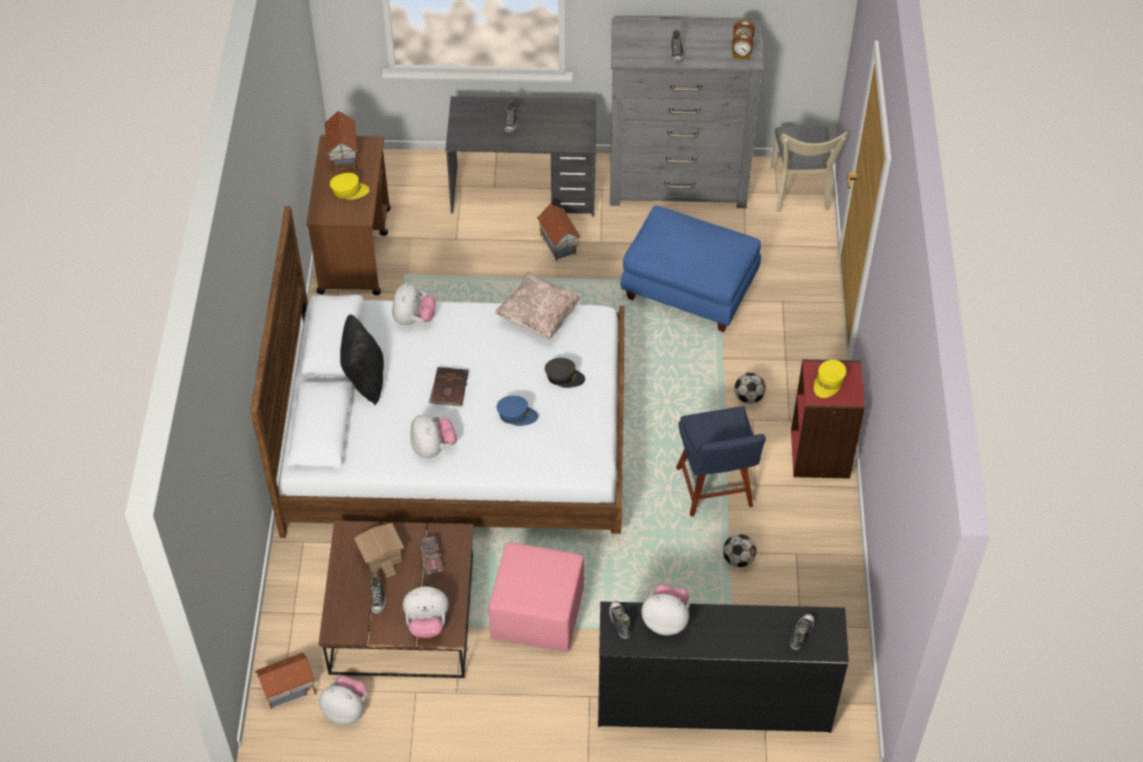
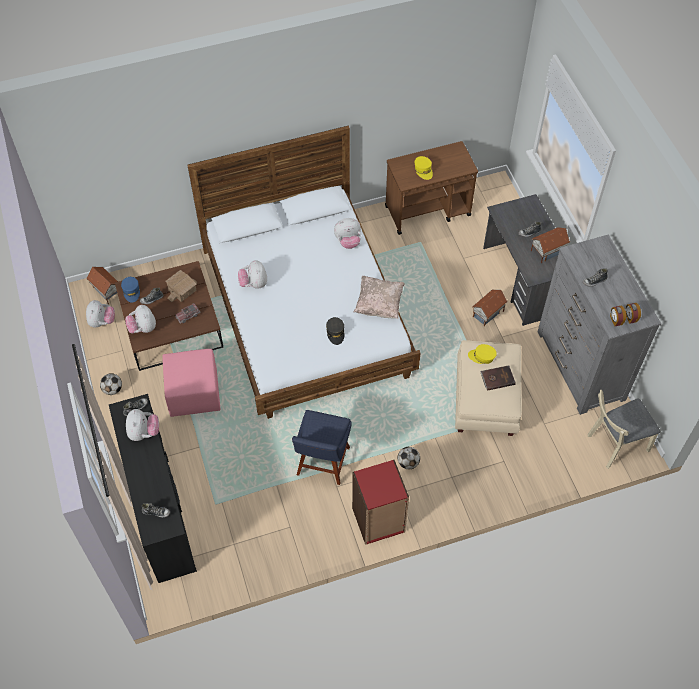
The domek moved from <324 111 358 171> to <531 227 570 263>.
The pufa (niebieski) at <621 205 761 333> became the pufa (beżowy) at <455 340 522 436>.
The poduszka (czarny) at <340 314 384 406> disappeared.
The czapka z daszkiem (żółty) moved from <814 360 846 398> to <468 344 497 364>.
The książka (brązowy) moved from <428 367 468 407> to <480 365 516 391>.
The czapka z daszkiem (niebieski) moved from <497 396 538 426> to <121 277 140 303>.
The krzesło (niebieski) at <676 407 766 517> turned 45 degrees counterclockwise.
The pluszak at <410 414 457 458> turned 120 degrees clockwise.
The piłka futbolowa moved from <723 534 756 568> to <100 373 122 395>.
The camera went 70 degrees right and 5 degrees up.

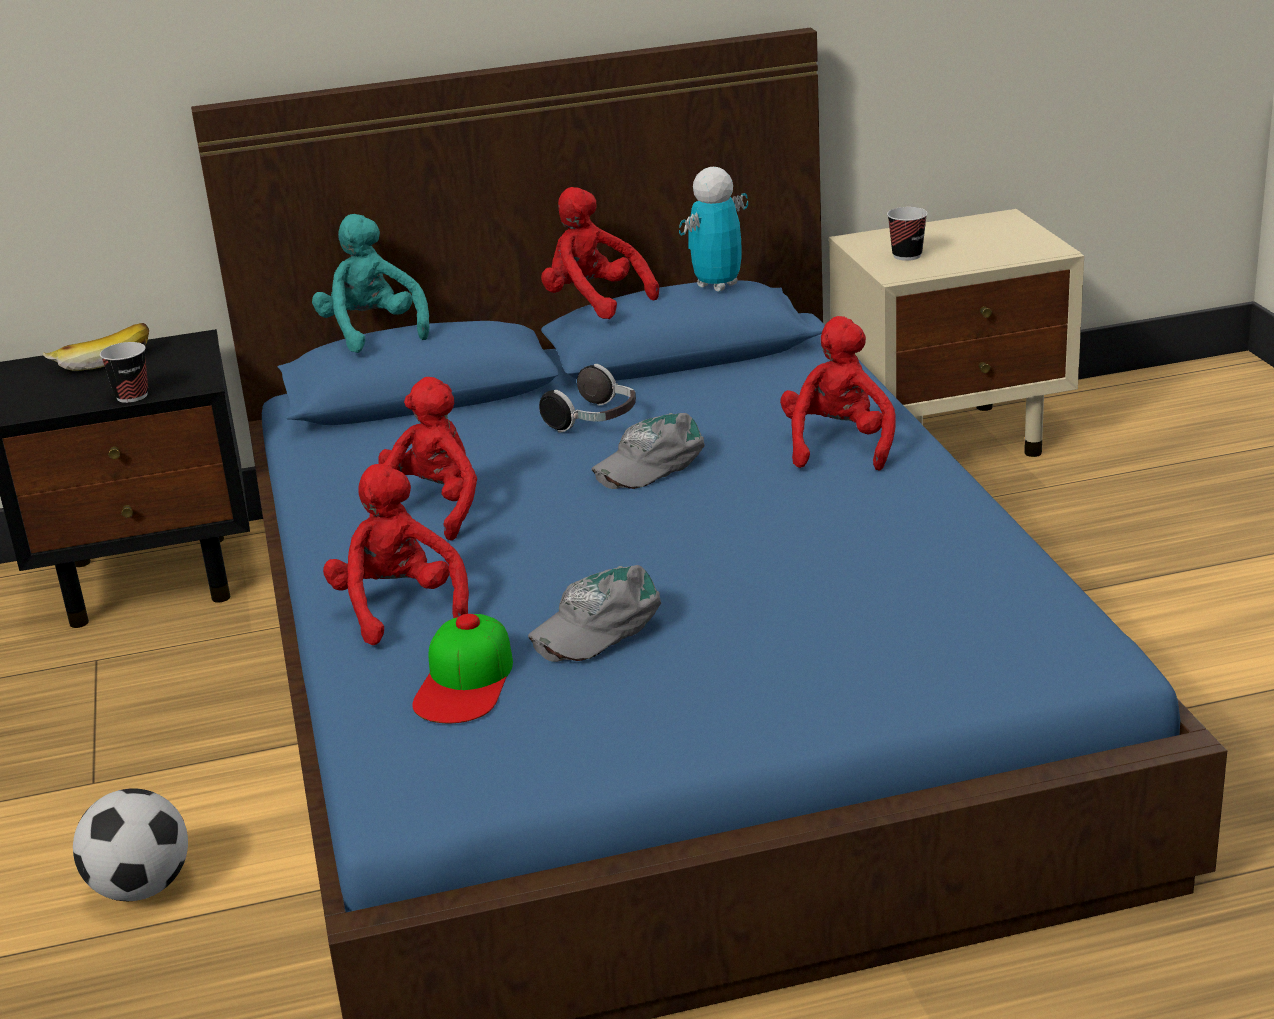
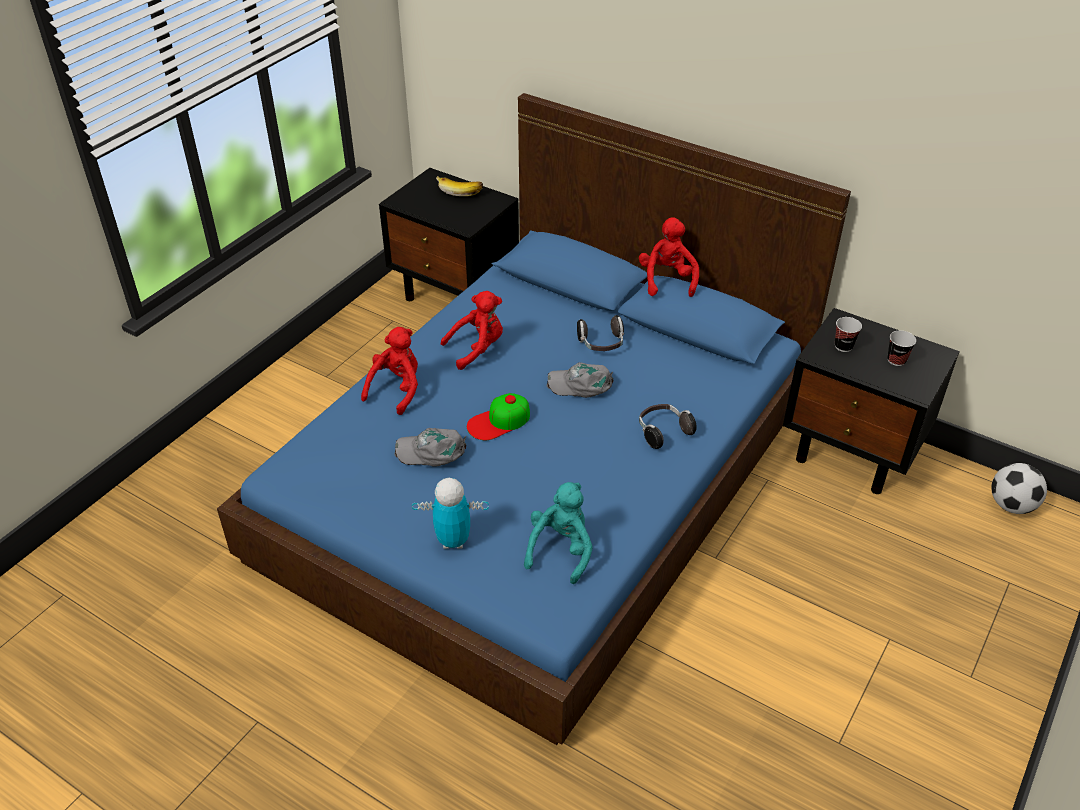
The robot zabawkowy moved from <679 167 748 292> to <412 478 489 549>.
The szafka nocna (beżowy) at <829 209 1084 457> became the szafka nocna (czarny) at <783 308 960 494>.
The pluszak (turkusowy) moved from <312 214 429 353> to <524 482 593 584>.
The pluszak (czerwony) at <780 316 896 471> was replaced by the słuchawki at <639 404 697 449>.
The filiżanka moved from <100 342 148 403> to <887 330 916 366>.
The czapka z daszkiem moved from <412 614 513 723> to <467 393 530 440>.
The piłka futbolowa moved from <73 789 188 901> to <991 463 1047 514>.
The camera went 45 degrees right and 15 degrees up.

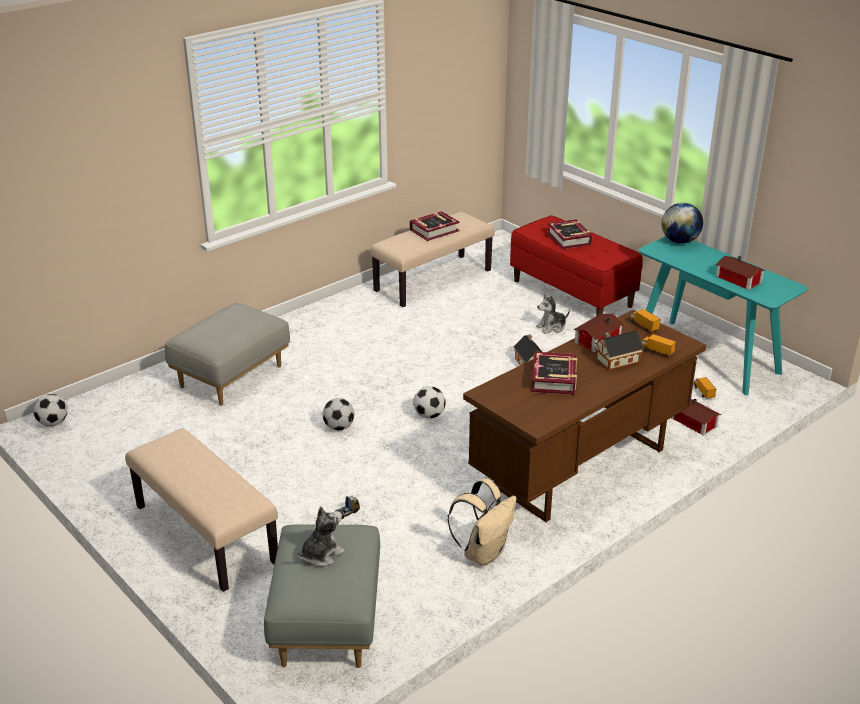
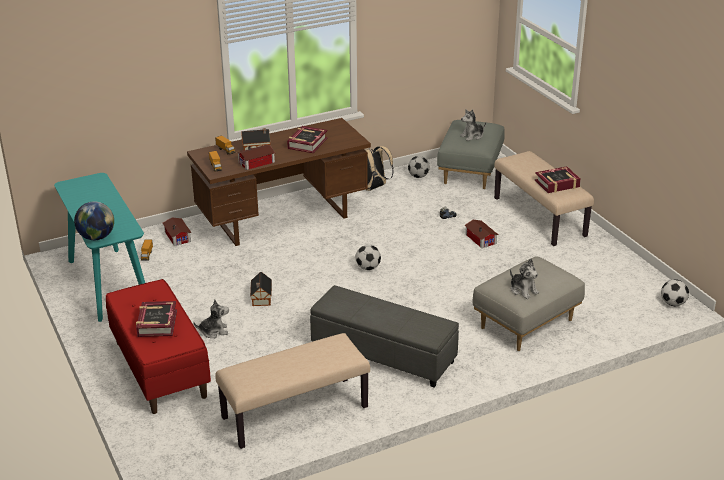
The książka moved from <410 211 460 241> to <534 166 581 193>.
The domek moved from <716 256 766 290> to <464 220 498 248>.
The piłka futbolowa moved from <323 398 354 431> to <408 156 430 178>.
The pluszak at <510 259 539 299> appeared.
The pufa (szary) at <310 285 459 387> appeared.
The camera went 165 degrees left and 0 degrees up.

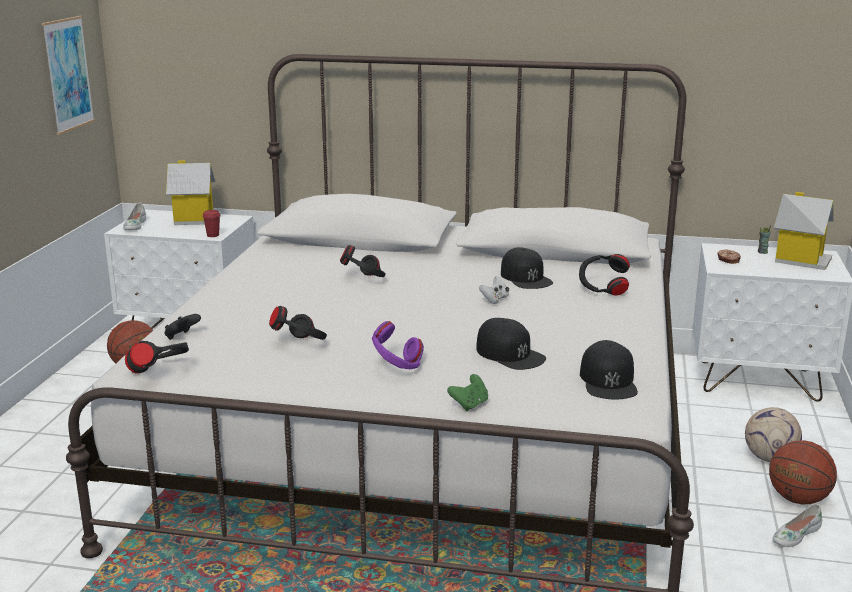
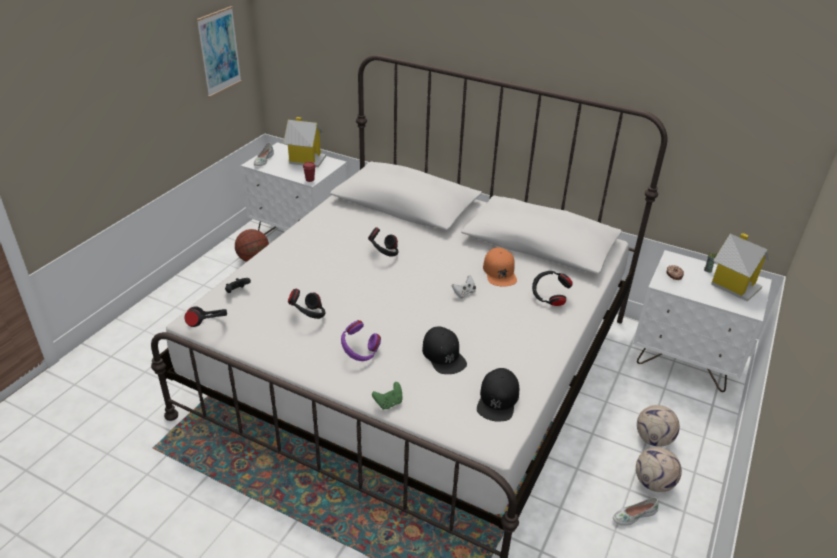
The czapka z daszkiem (czarny) at <501 247 553 289> became the czapka z daszkiem (pomarańczowy) at <483 247 517 287>.
The piłka do koszykówki at <769 440 837 505> was replaced by the piłka futbolowa at <636 447 682 492>.
The camera went 15 degrees right and 15 degrees up.

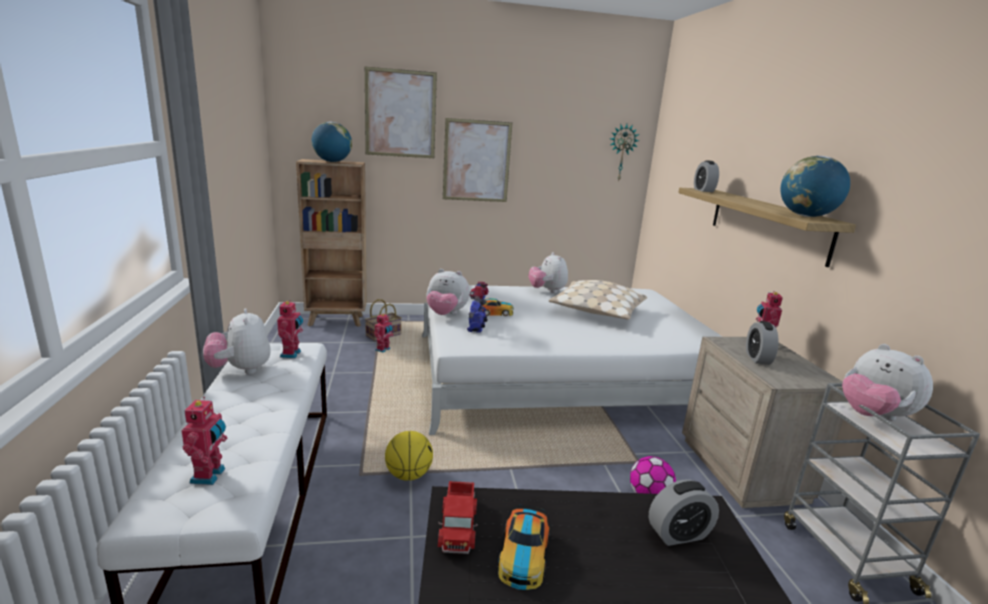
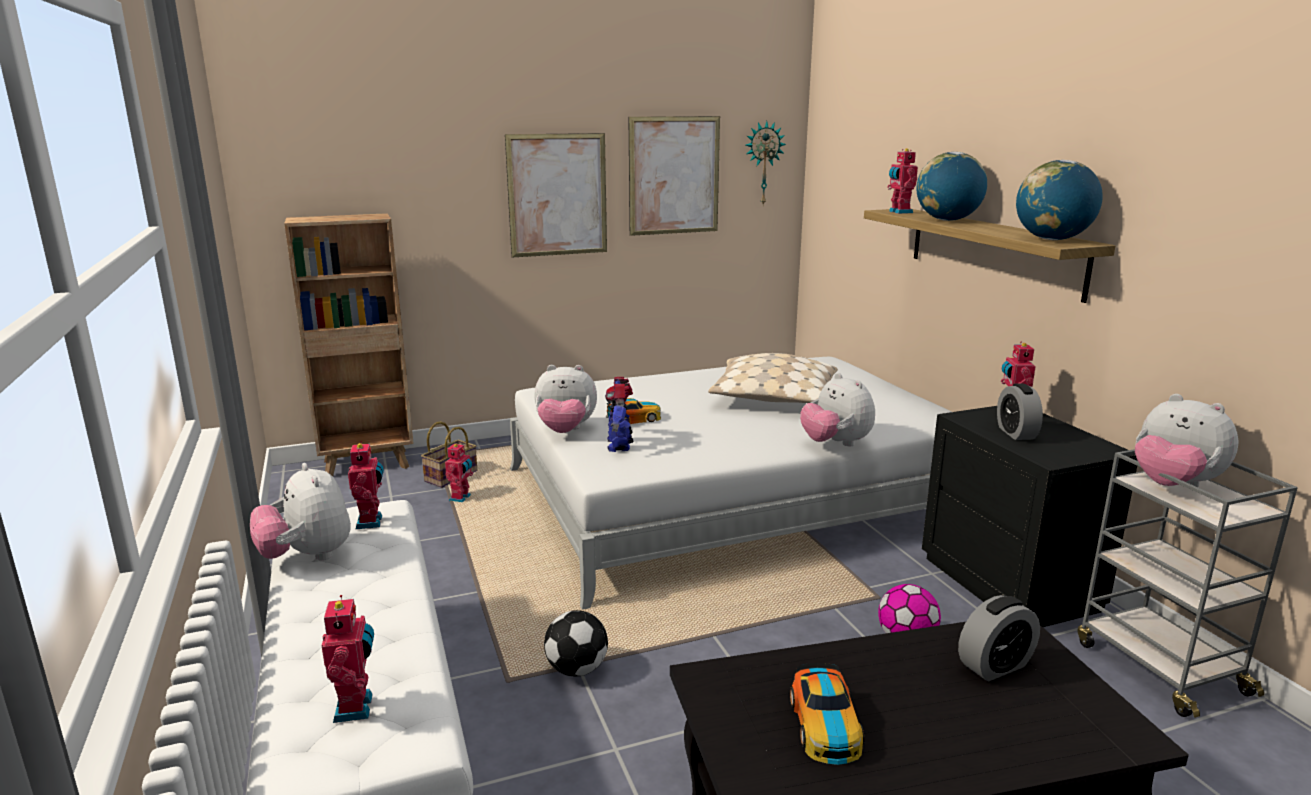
The obraz moved from <365 67 437 158> to <628 116 720 236>.
The globus moved from <312 122 352 162> to <916 152 987 221>.
The budzik at <694 160 719 192> was replaced by the robot zabawkowy at <887 148 918 214>.
The pluszak moved from <528 252 568 293> to <800 373 875 446>.
The szafka nocna (beżowy) at <682 337 848 508> became the szafka nocna (czarny) at <922 406 1138 627>.
The piłka do koszykówki at <385 431 433 481> was replaced by the piłka futbolowa at <544 610 608 676>.
The ciężarówka zabawkowa at <438 481 478 554> disappeared.
The camera went 10 degrees left and 0 degrees up.

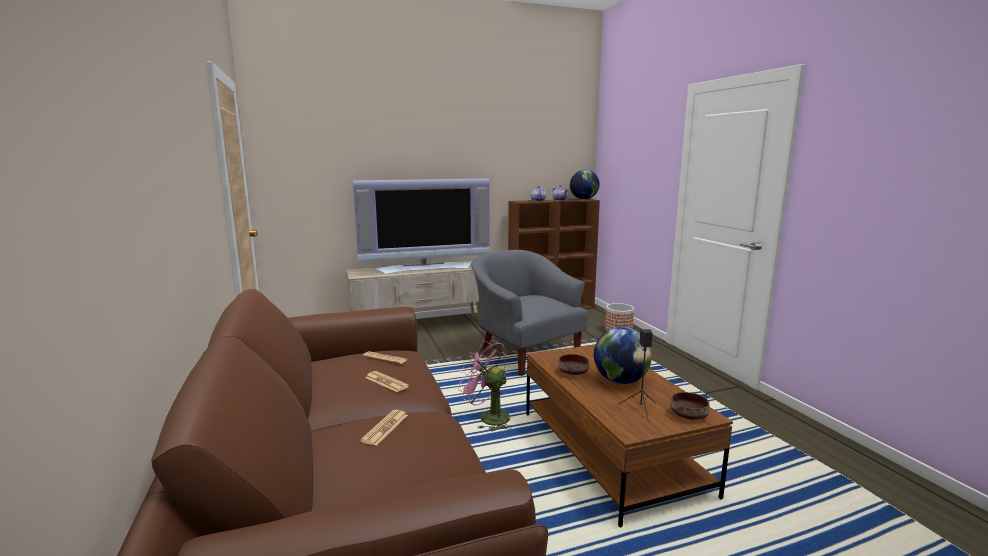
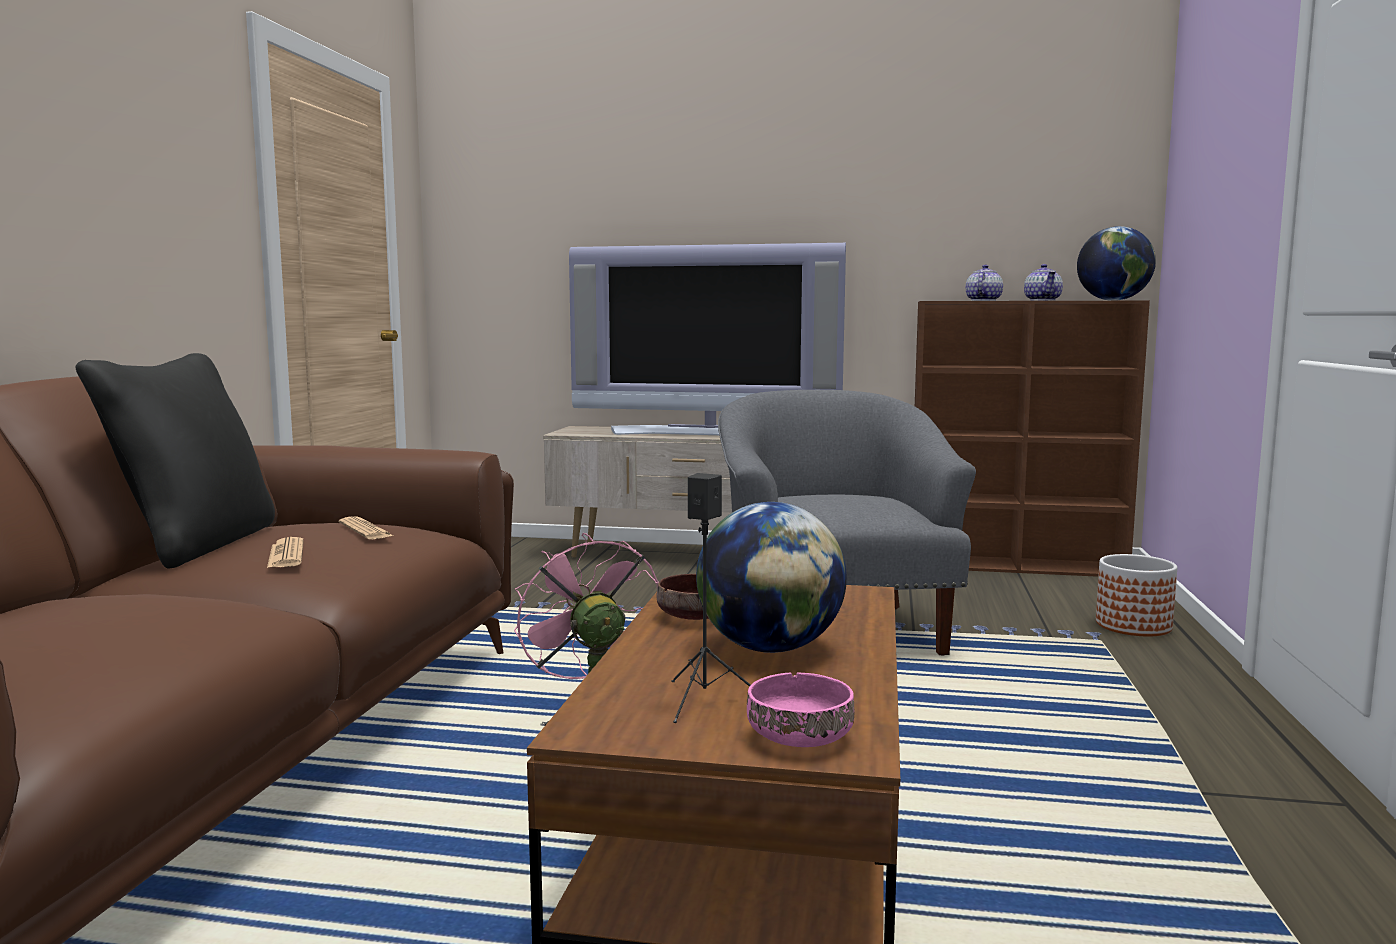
The miska (brązowy) at <670 392 709 420> became the miska (różowy) at <747 672 854 747>.
The gazeta at <360 410 408 446> disappeared.
The poduszka (czarny) at <76 353 275 569> appeared.
The camera went 30 degrees right and 5 degrees down.

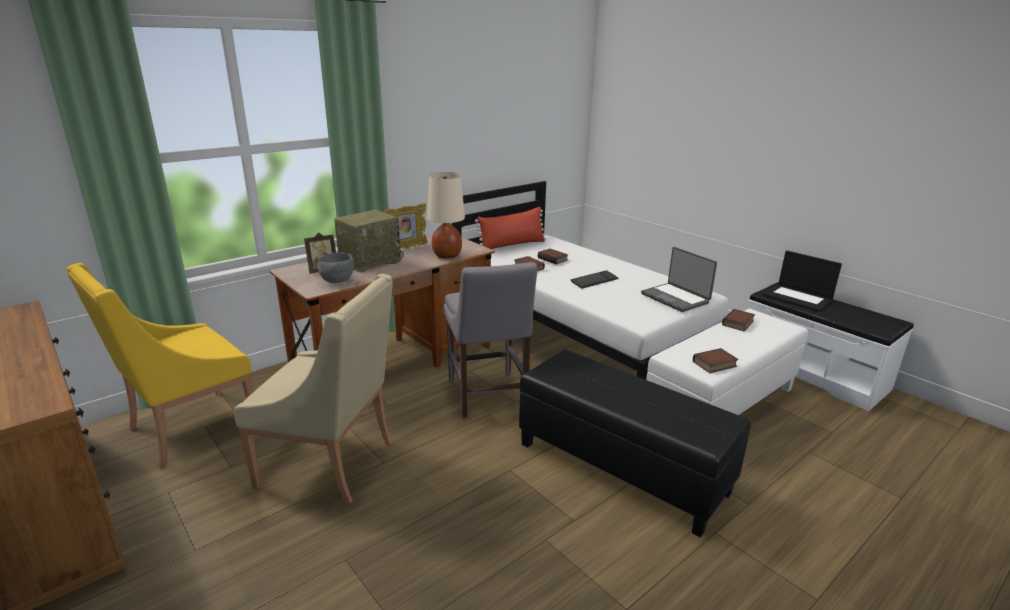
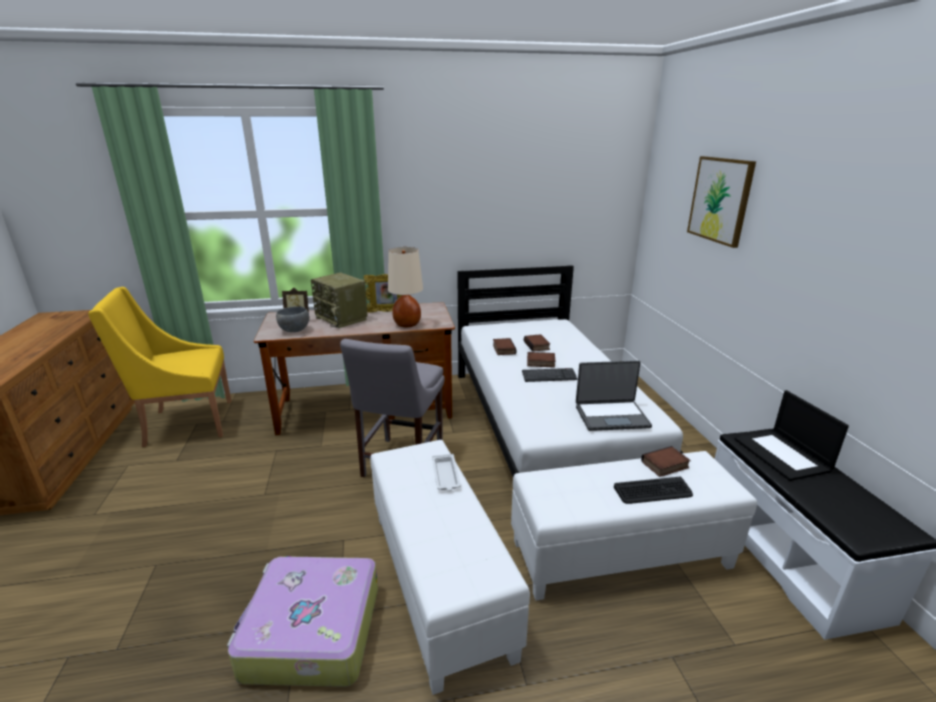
The poduszka (czerwony) at <475 207 546 249> disappeared.
The radio at <334 210 404 273> turned 60 degrees clockwise.
The laptop at <641 247 717 312> turned 90 degrees counterclockwise.
The fotel (beżowy) at <234 274 393 504> disappeared.
The książka moved from <693 348 738 373> to <527 352 556 368>.
The pufa (czarny) at <519 349 751 537> became the pufa (biały) at <370 440 530 695>.
The obraz at <687 156 756 248> appeared.
The taca (biały) at <432 454 461 491> appeared.
The klawiatura at <614 477 693 504> appeared.
The walizka at <227 556 378 687> appeared.
The camera went 30 degrees right and 0 degrees up.

